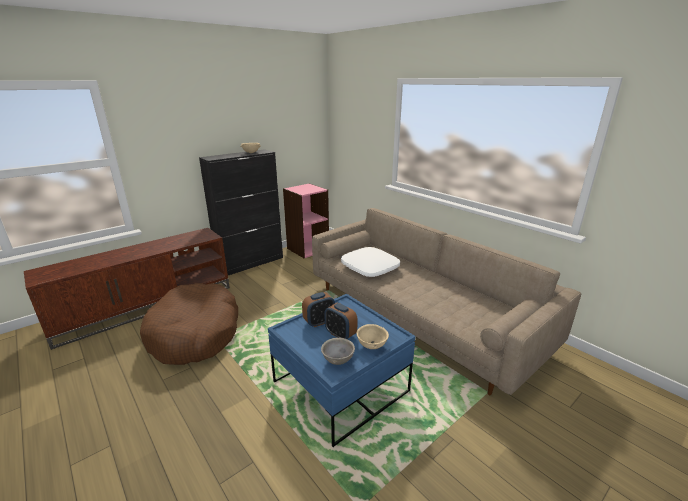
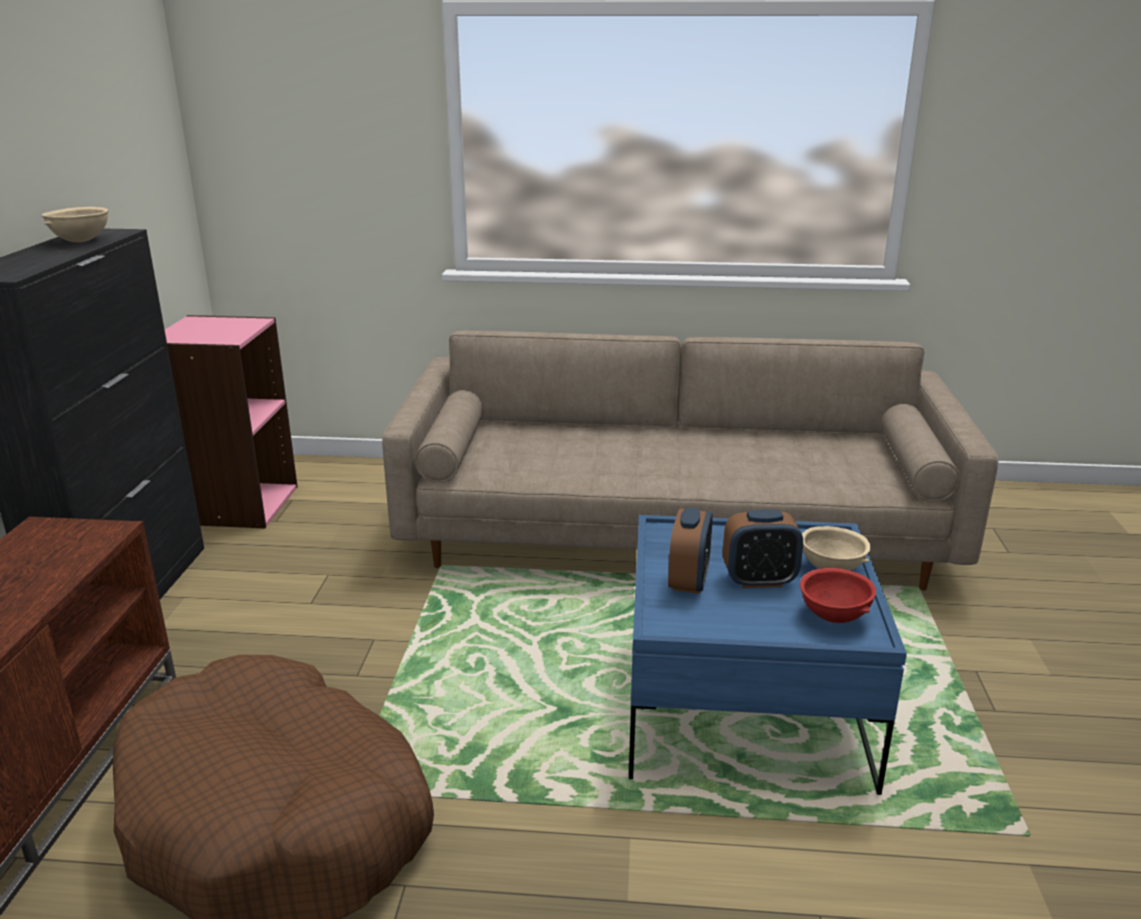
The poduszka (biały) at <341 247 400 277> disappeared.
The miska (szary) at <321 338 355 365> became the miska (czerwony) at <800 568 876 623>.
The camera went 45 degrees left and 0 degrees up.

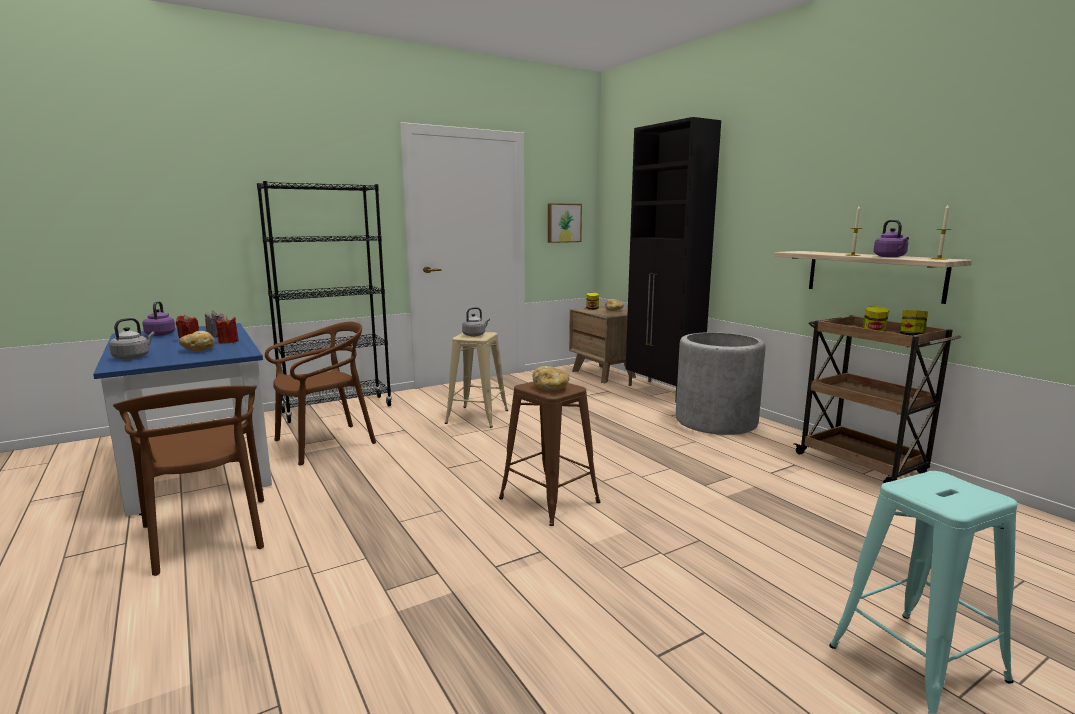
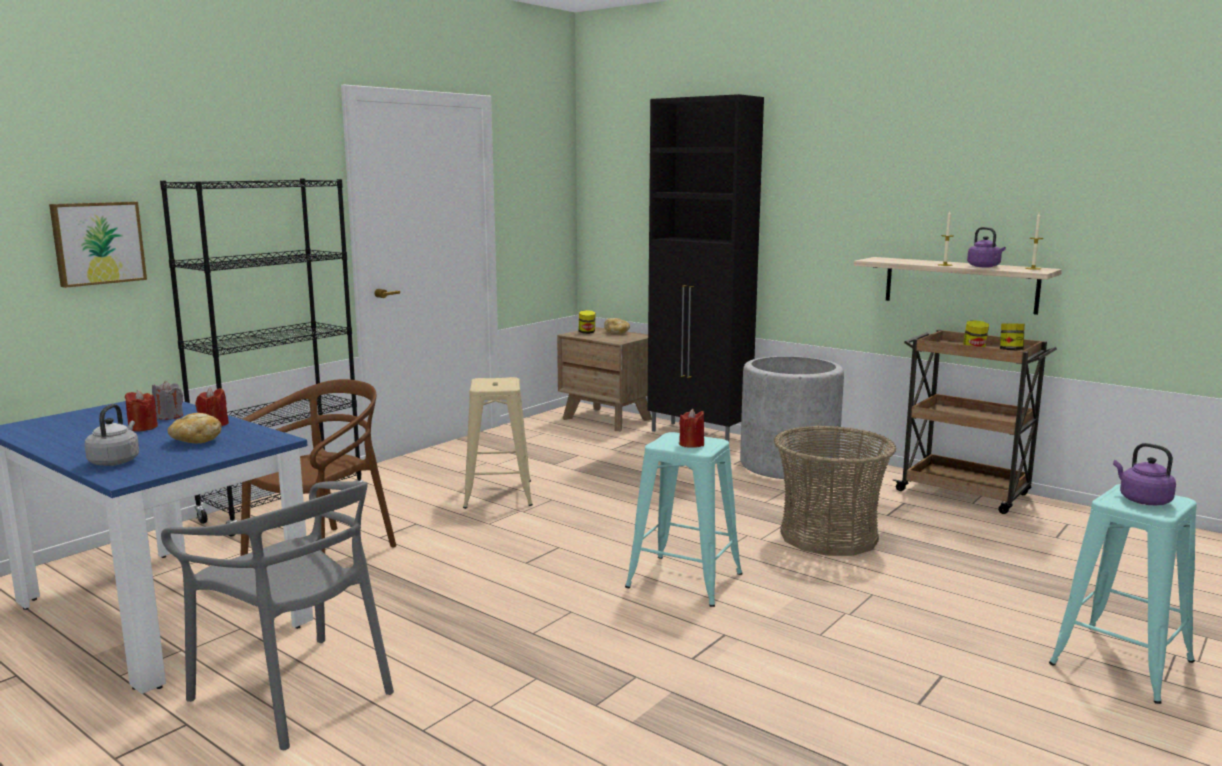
The obraz moved from <548 203 582 243> to <49 202 147 288>.
The czajnik (fioletowy) moved from <143 301 175 336> to <1113 443 1176 505>.
The czajnik (szary) at <462 307 490 336> disappeared.
The chleb at <533 366 569 390> was replaced by the świeca (czerwony) at <679 409 704 448>.
The stołek (brązowy) at <499 381 601 526> became the stołek (turkusowy) at <625 432 743 607>.
The krzesło (brązowy) at <113 385 264 576> became the krzesło (szary) at <161 481 394 750>.
The koszyk at <774 425 896 556> appeared.
The camera went 20 degrees left and 0 degrees up.

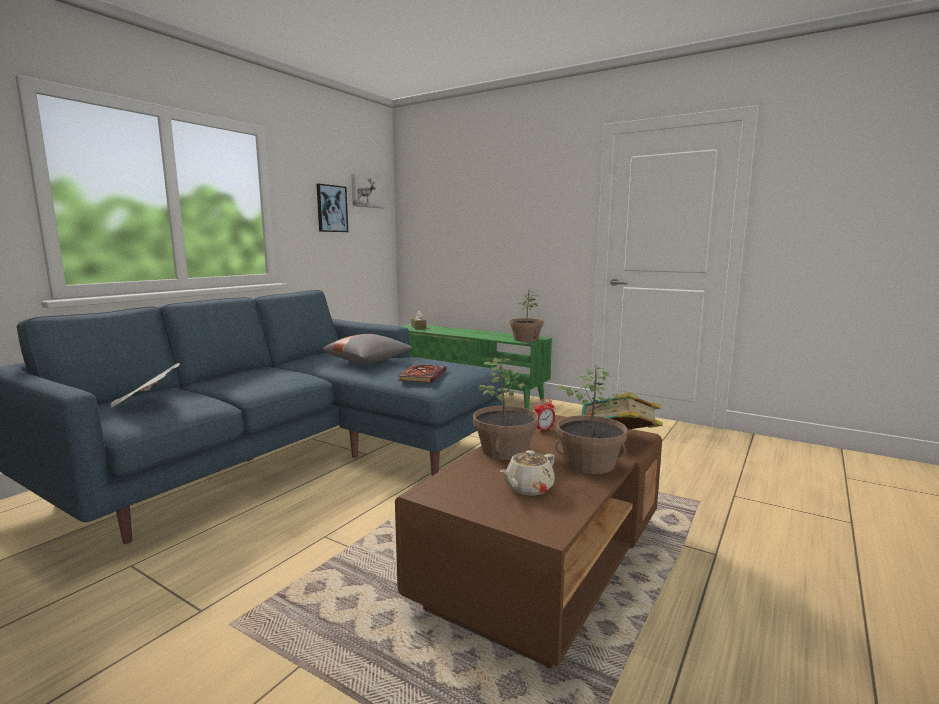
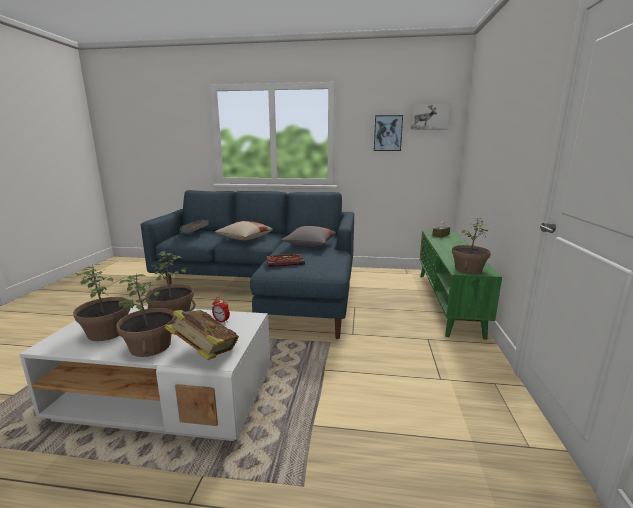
The ława (brązowy) at <395 415 662 668> became the ława (biały) at <20 305 270 441>.
The imbryk (beżowy) at <500 450 555 496> was replaced by the roślina doniczkowa at <73 264 131 341>.
The poduszka (beżowy) at <215 221 273 240> appeared.
The camera went 65 degrees right and 5 degrees up.

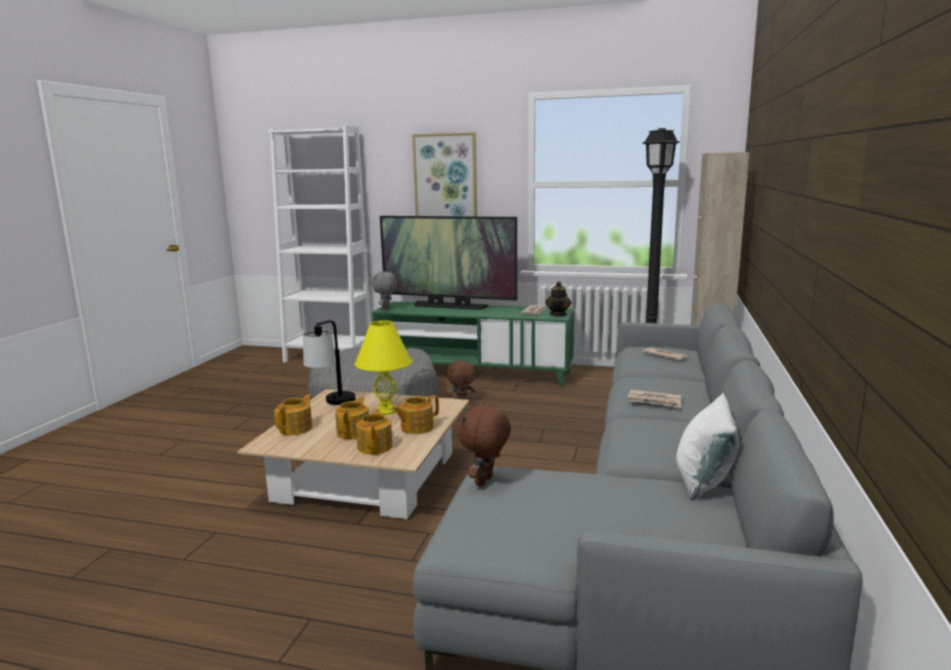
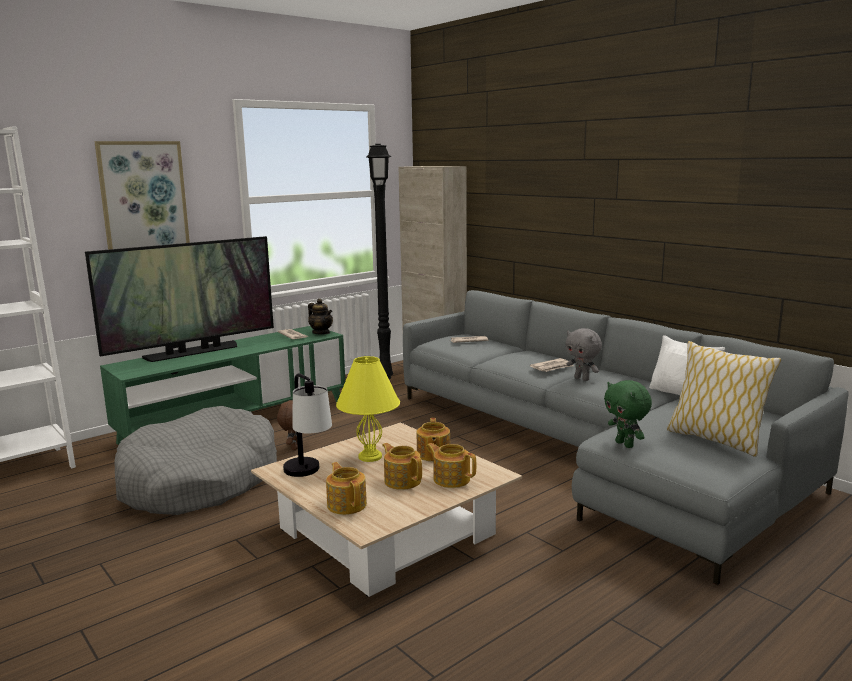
The pluszak (szary) moved from <372 271 397 311> to <565 328 602 381>.
The pluszak (brązowy) at <458 402 511 487> became the pluszak (zielony) at <604 380 652 448>.
The poduszka at <667 341 781 457> appeared.
The camera went 55 degrees left and 0 degrees up.

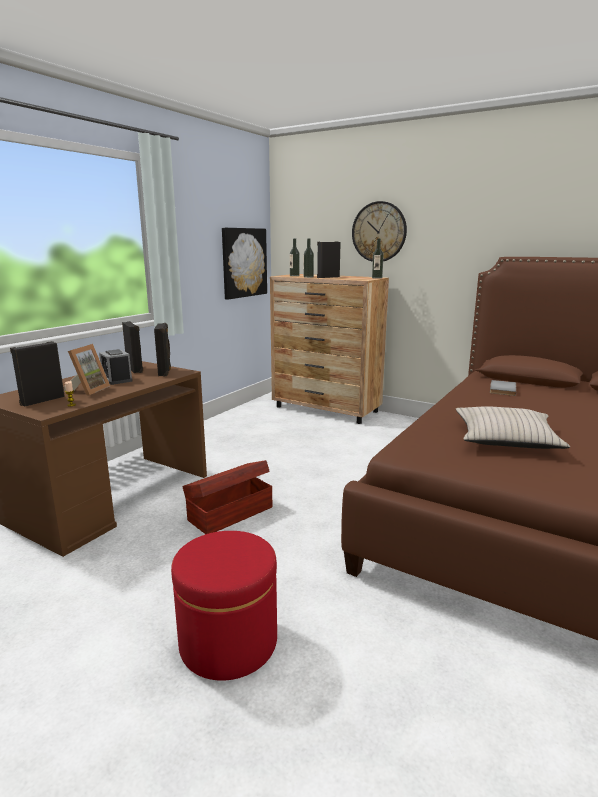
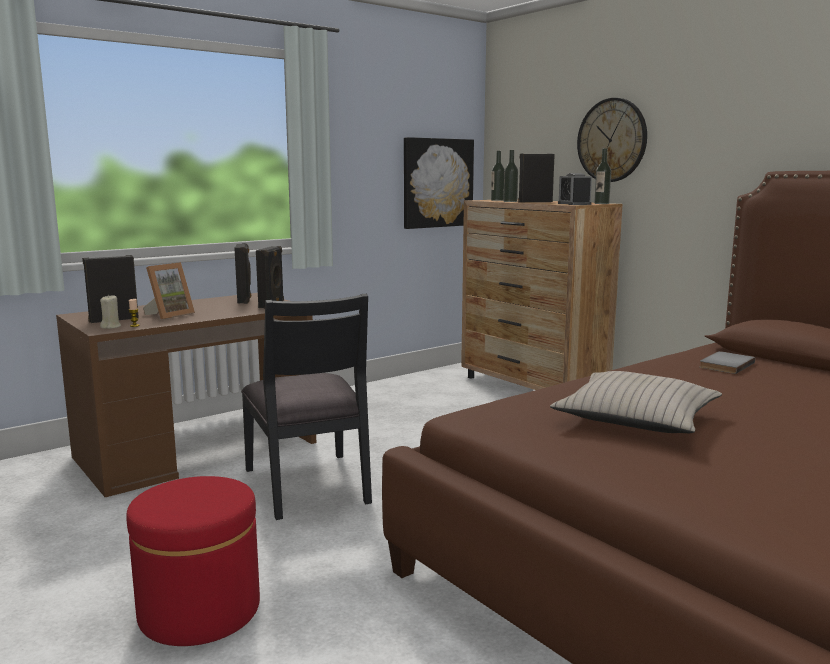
The budzik moved from <99 349 133 385> to <558 173 592 205>.
The pojemnik do przechowywania (brązowy) at <182 460 272 534> was replaced by the krzesło (czarny) at <241 294 372 520>.
The świeca (beżowy) at <100 294 121 329> appeared.
The camera went 20 degrees right and 5 degrees down.

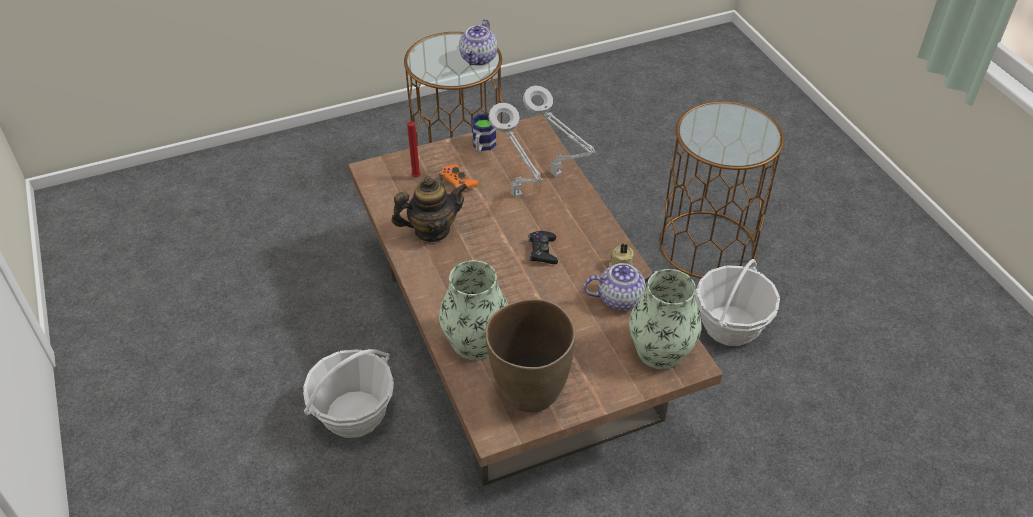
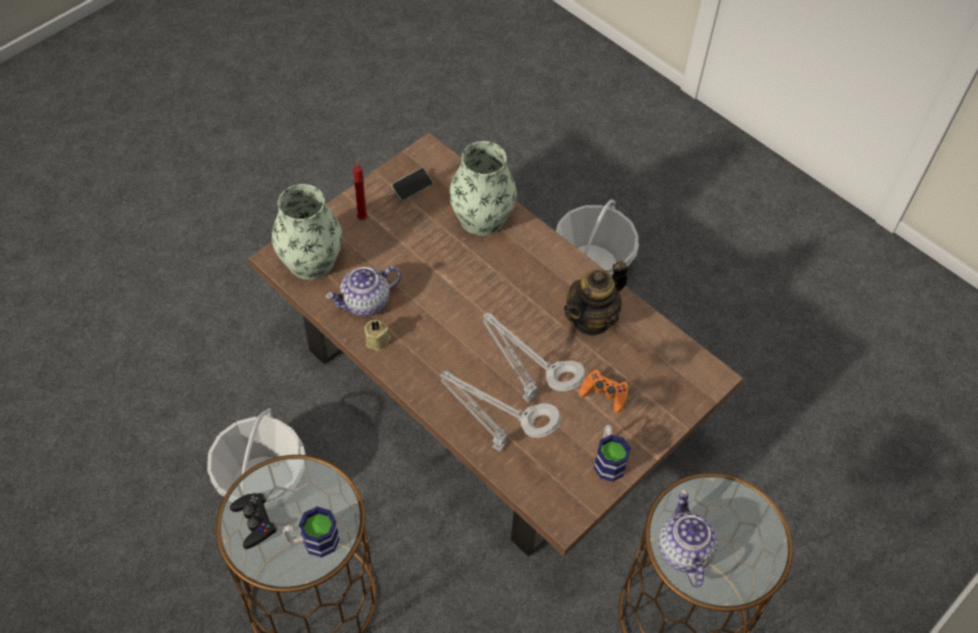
The świeca (czerwony) moved from <405 121 421 177> to <353 156 368 220>.
The pad do gier (czarny) moved from <528 231 558 264> to <230 493 278 549>.
The wazon (brązowy) at <485 299 575 413> was replaced by the telefon at <391 168 433 201>.
The kubek at <283 507 340 557> appeared.
The camera went 155 degrees right and 10 degrees up.

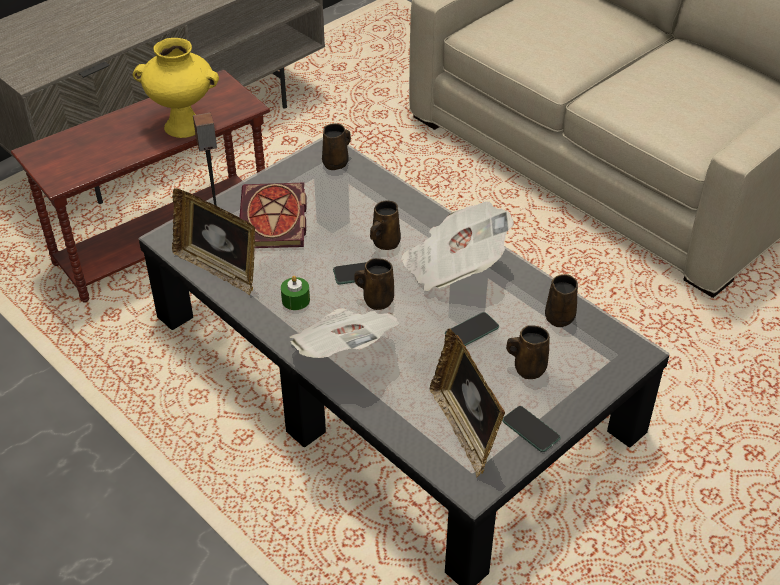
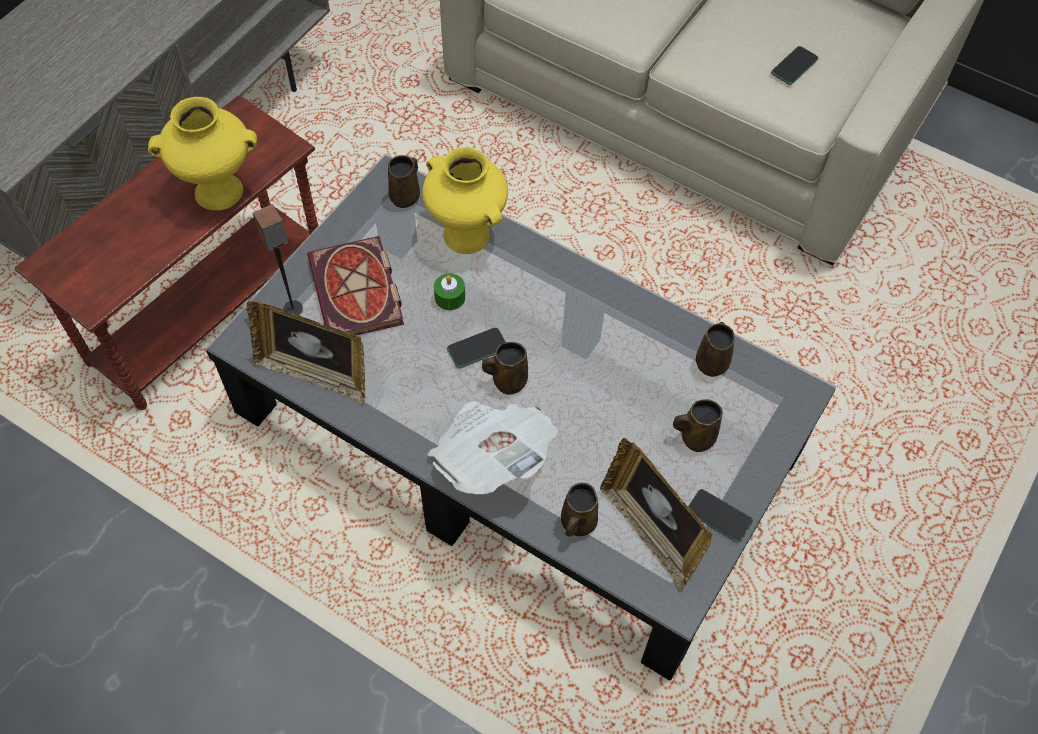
The kubek (brązowy) moved from <370 200 401 250> to <561 483 598 537>.
The gazeta at <401 202 514 291> disappeared.
The świeca (zielony) moved from <281 275 310 310> to <434 273 465 310>.
The telefon moved from <445 312 499 346> to <771 46 818 85>.
The wazon (żółty) at <422 147 508 254> appeared.
The camera went 15 degrees left and 15 degrees up.

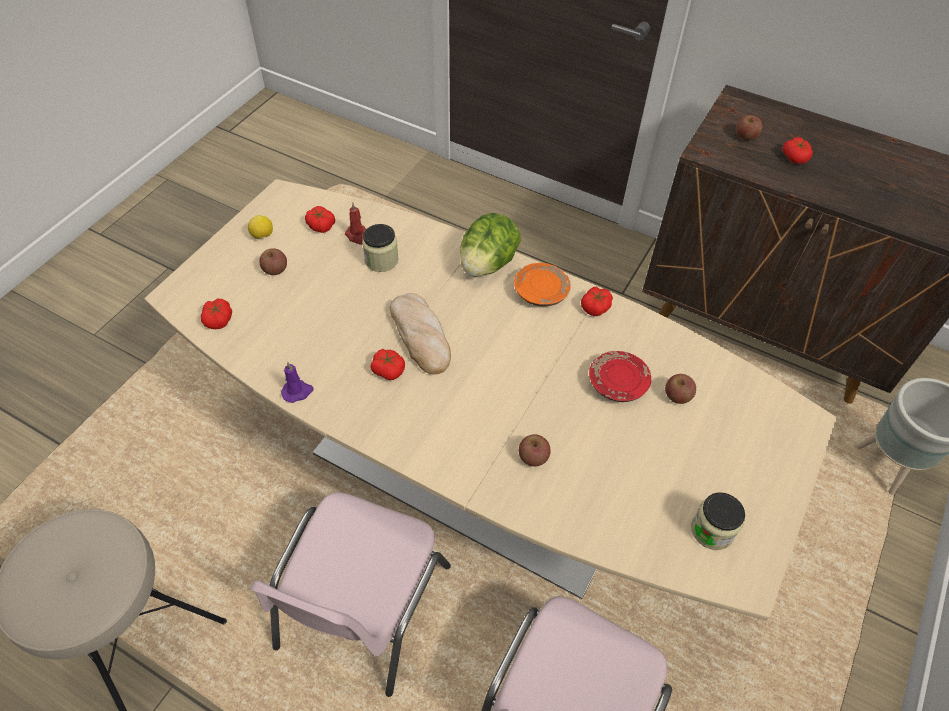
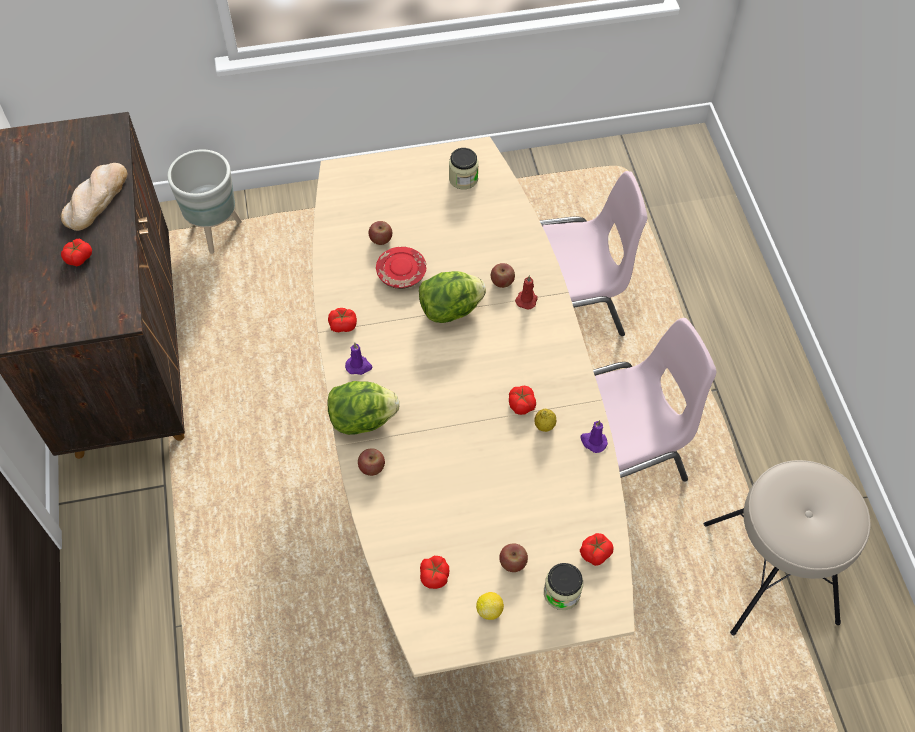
The jabłko moved from <736 115 762 140> to <358 448 385 476>.
The świeca (czerwony) moved from <345 202 366 245> to <515 275 538 309>.
The słoik moved from <362 224 399 272> to <544 563 583 610>.
The talerz (pomarańczowy) at <514 263 571 307> was replaced by the świeca (fioletowy) at <345 343 372 375>.
The chleb moved from <390 293 451 375> to <61 163 127 231>.
The sałata at <419 271 486 323> appeared.
The cytryna at <534 409 556 432> appeared.
The camera went 130 degrees left and 5 degrees up.

